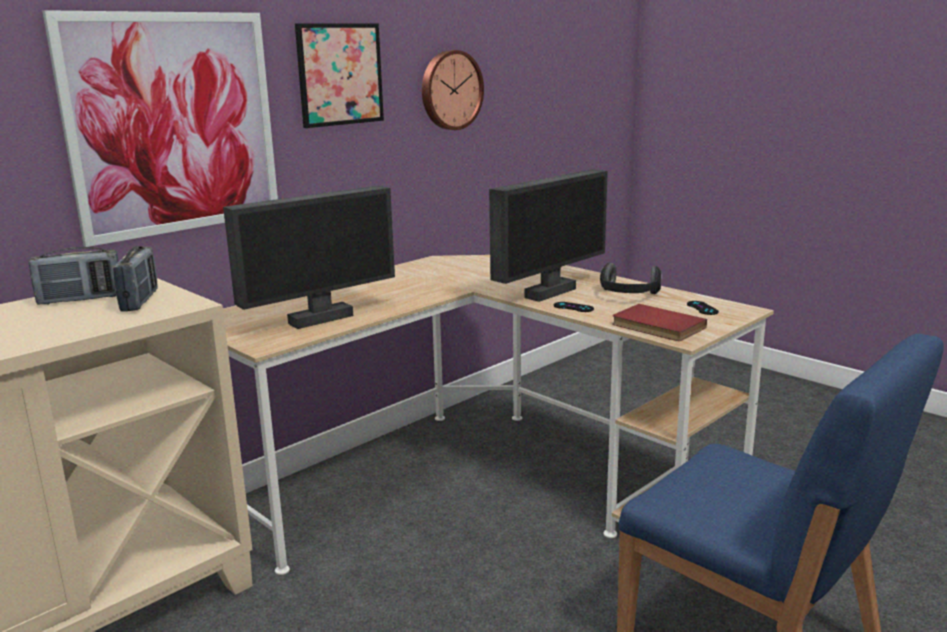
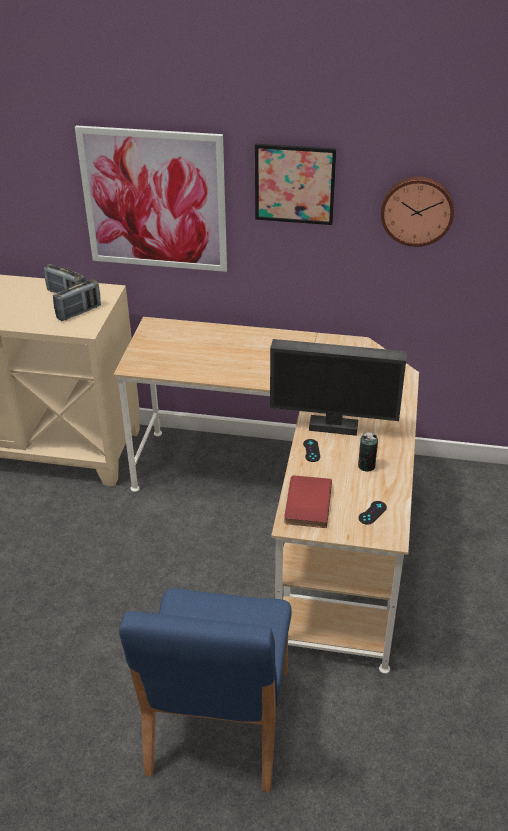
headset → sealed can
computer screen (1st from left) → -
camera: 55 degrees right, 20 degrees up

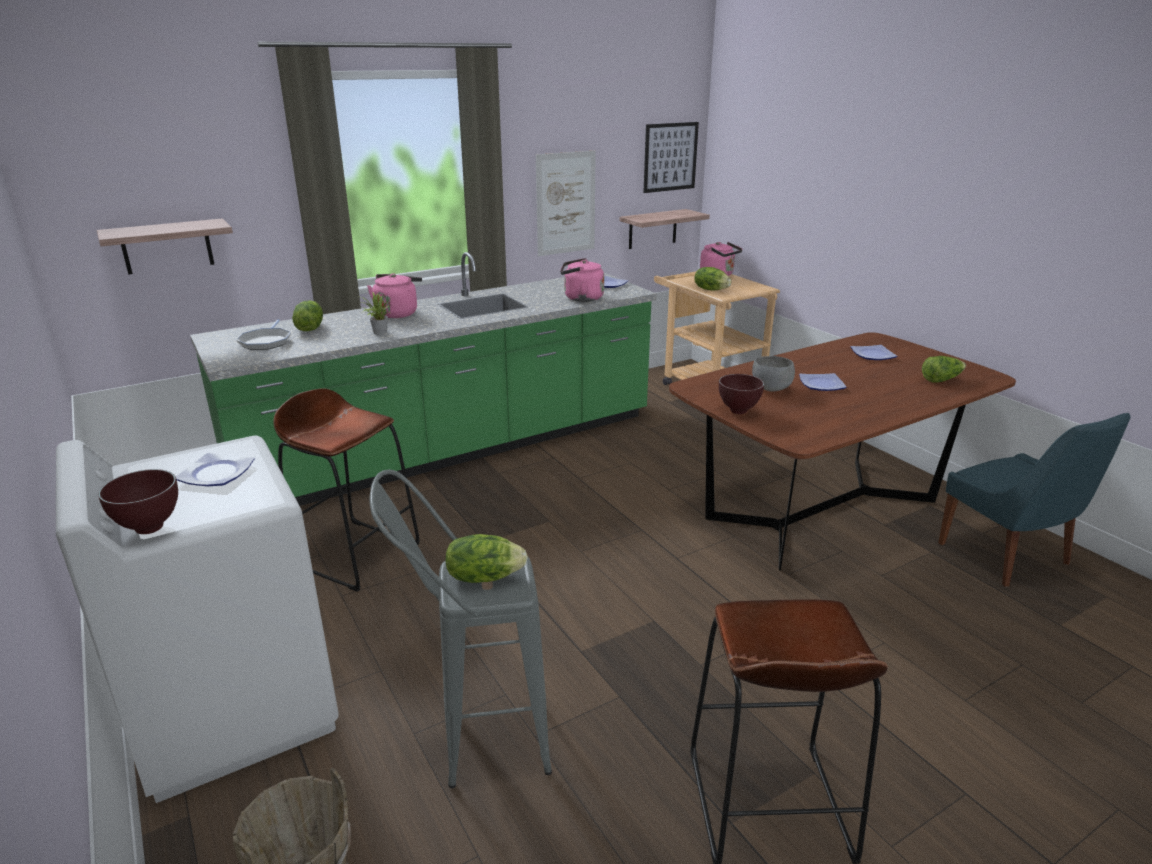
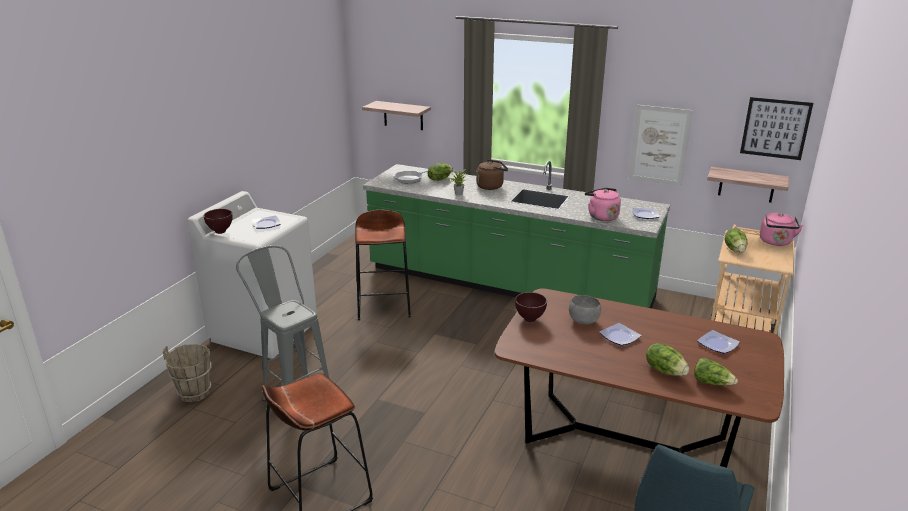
pink-coloured tea kettle (1st from left) → brown tea kettle
lettuce (2nd from left), moved
camera: 55 degrees right, 0 degrees up

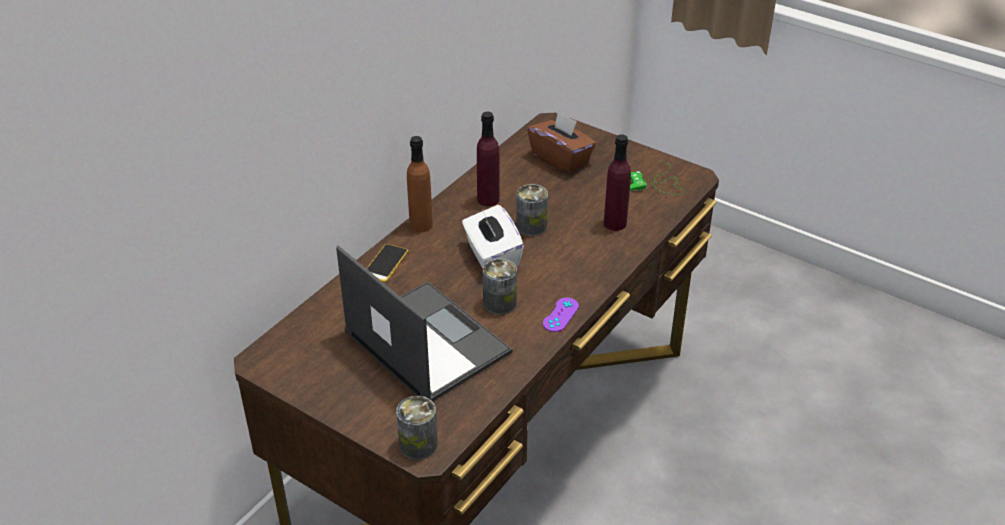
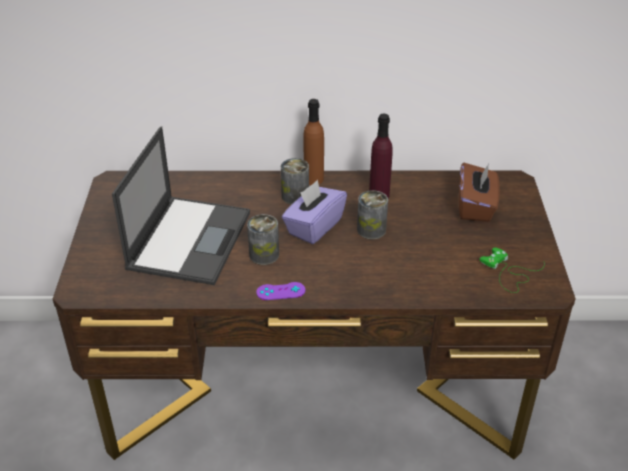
sealed can (1st from left in the first image) → sealed can (2nd from left), moved
white tissue holder → purplish tissue holder
handset → -
purplish beverage bottle (2nd from left) → -
camera: 55 degrees right, 0 degrees up

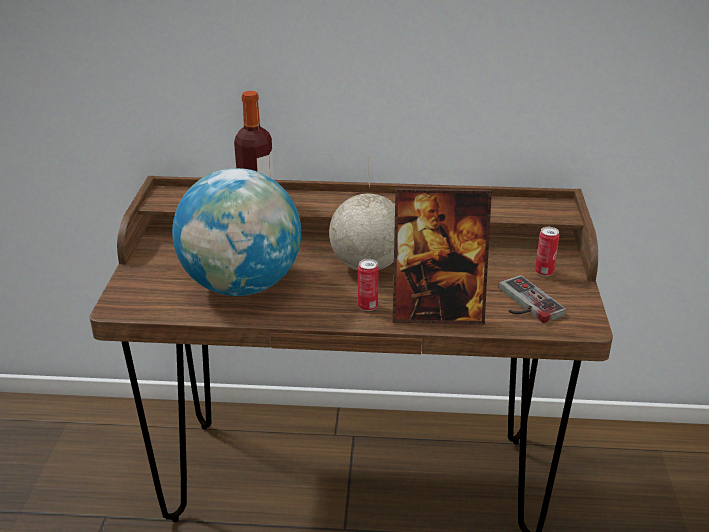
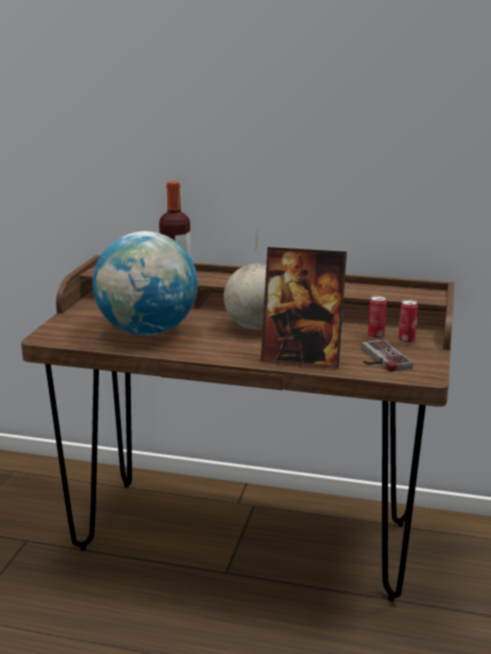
sealed can (1st from left), moved
camera: 10 degrees right, 10 degrees down

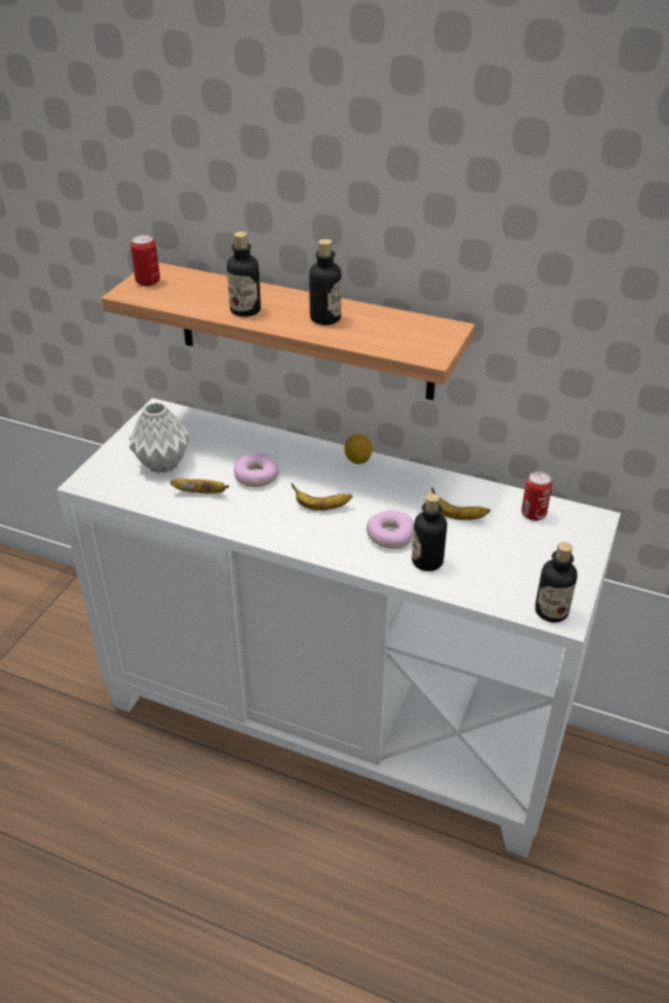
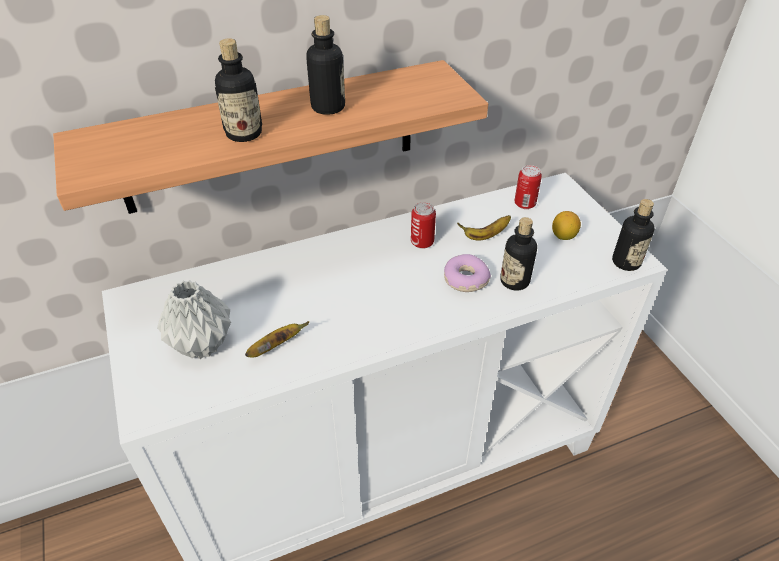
sealed can (1st from left), moved
citrus fruit, moved
donut (1st from left) → -
banana fruit (2nd from left) → -
camera: 45 degrees left, 5 degrees up

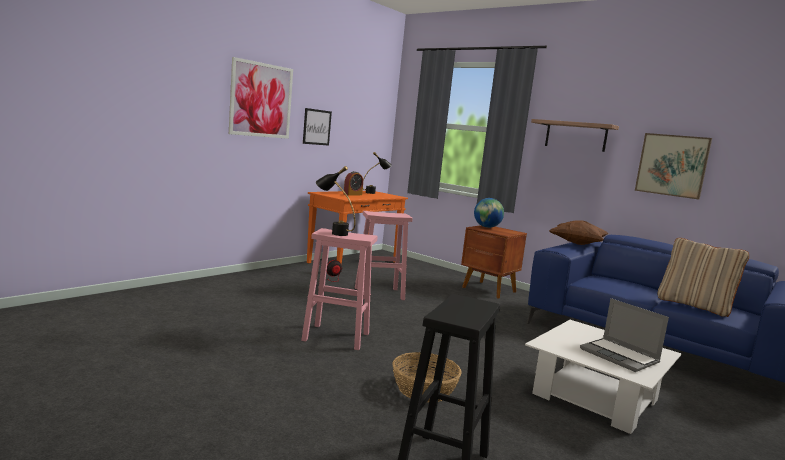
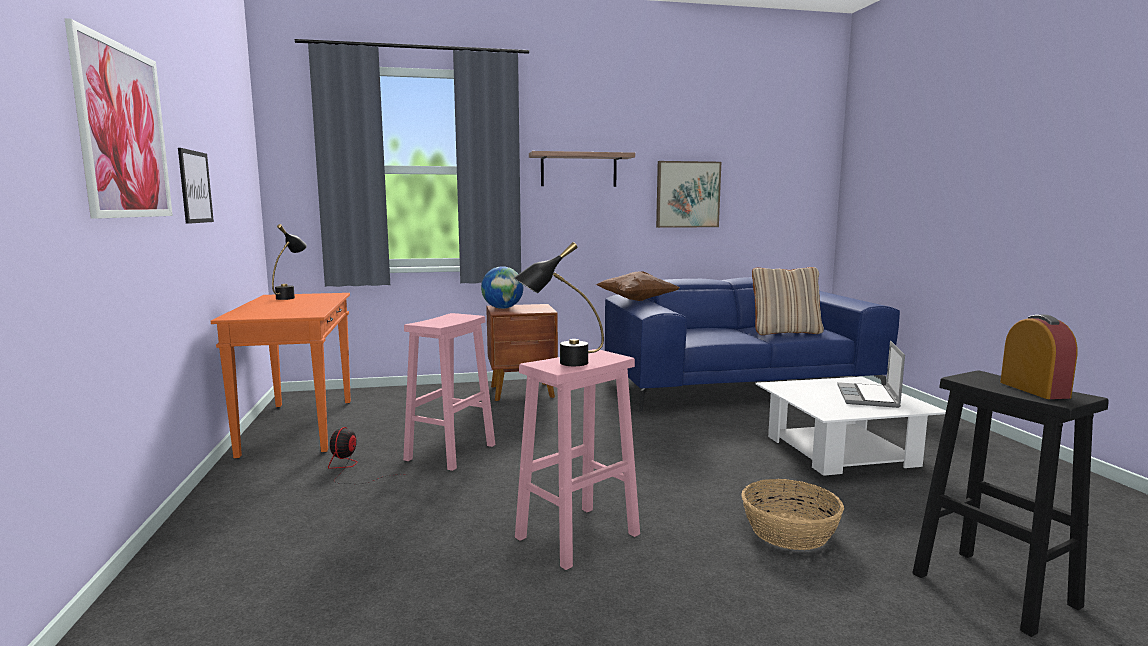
notebook computer, 105 degrees clockwise
alarm clock, moved
camera: 50 degrees left, 0 degrees up

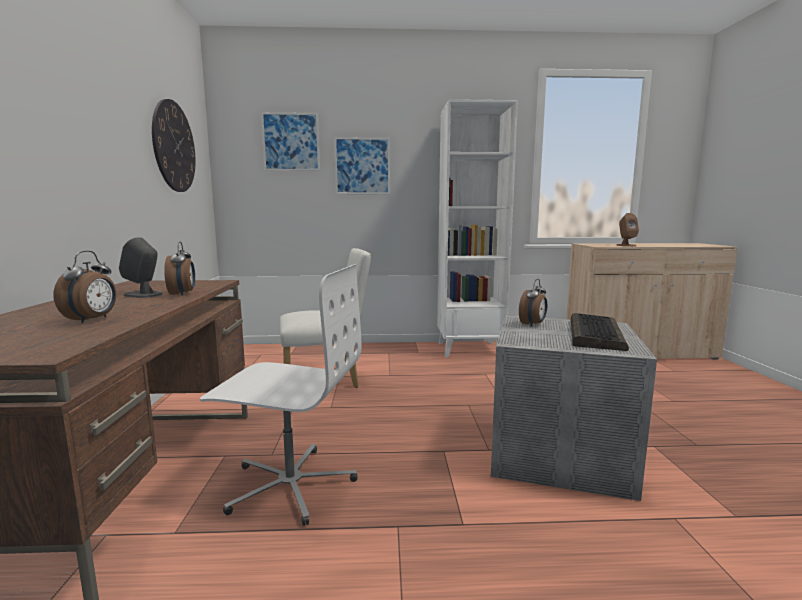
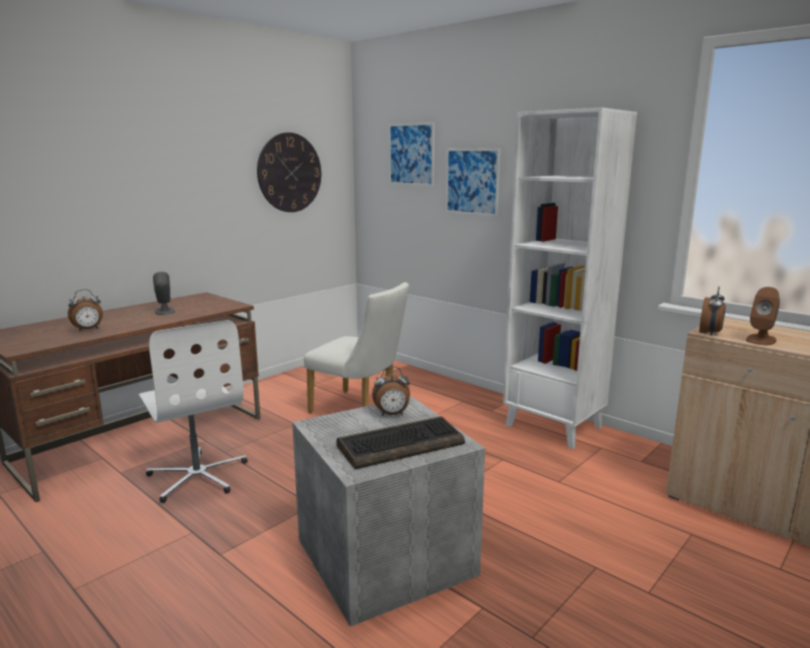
alarm clock (2nd from left in the first image) → alarm clock (3rd from left), moved
camera: 45 degrees right, 5 degrees up

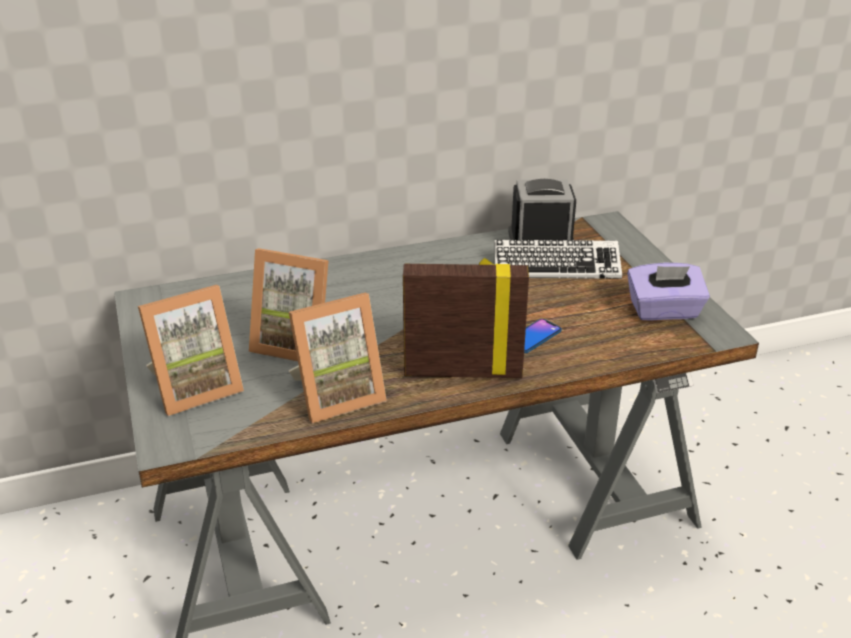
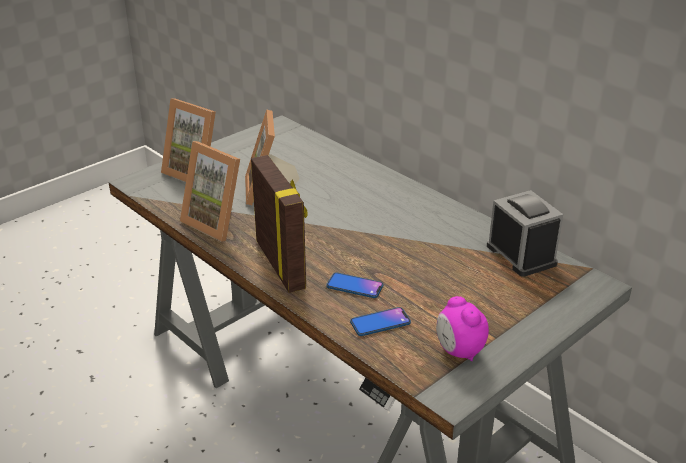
- → handset (2nd from left)
purplish tissue holder → alarm clock (1st from left)
keyboard → -
camera: 65 degrees right, 0 degrees up

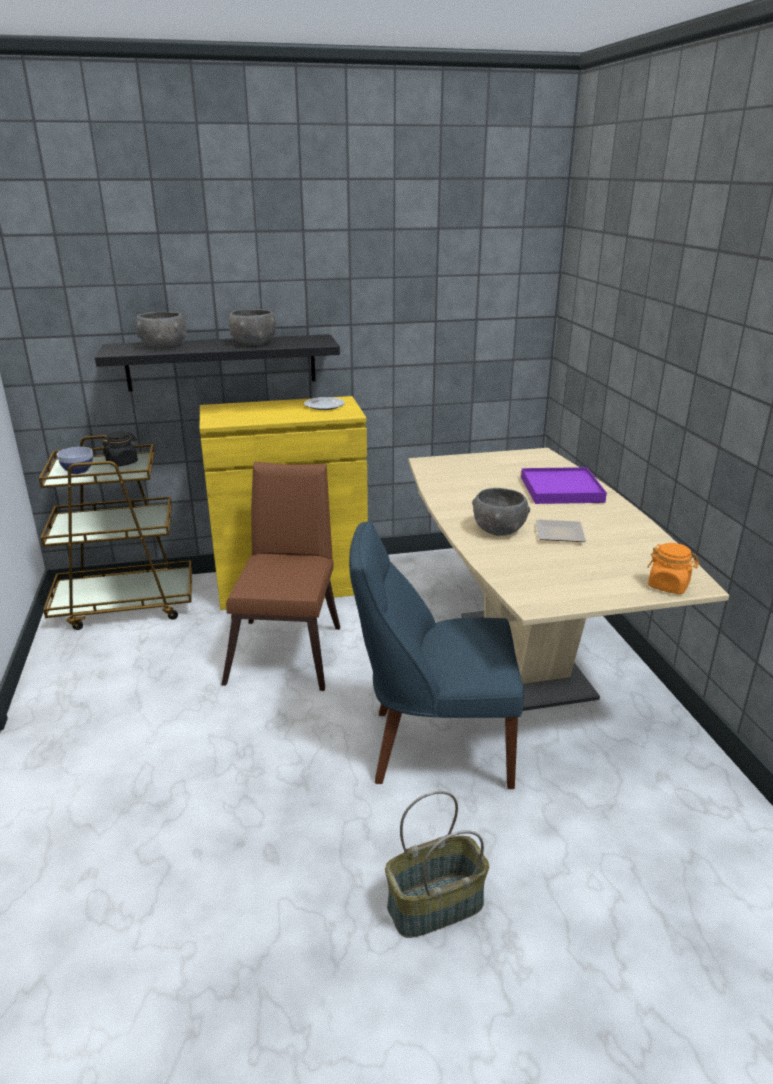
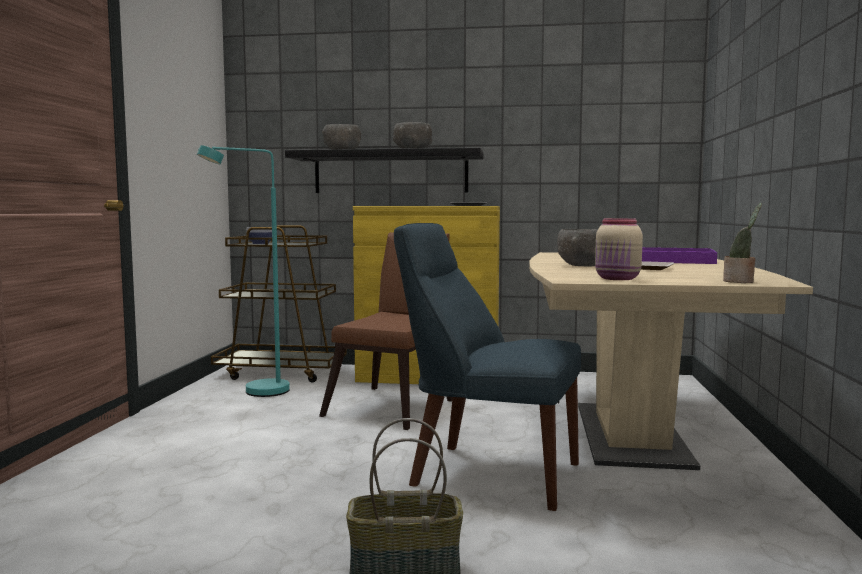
- → blue-green standard lamp
- → beige-coloured storage jar
orange-coloured storage jar → potted plant
blackish storage jar → -
camera: 20 degrees right, 20 degrees down

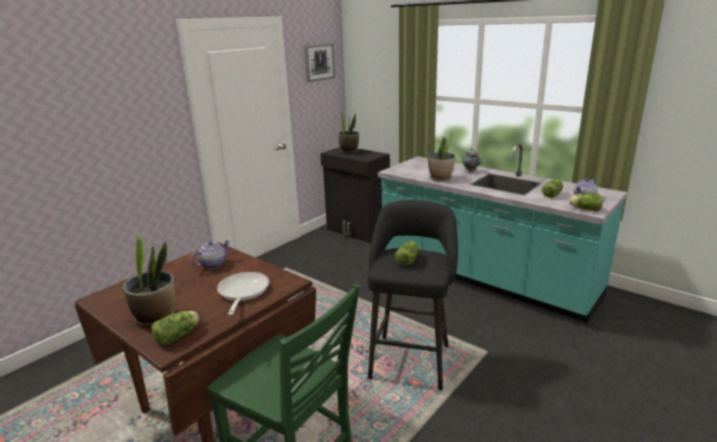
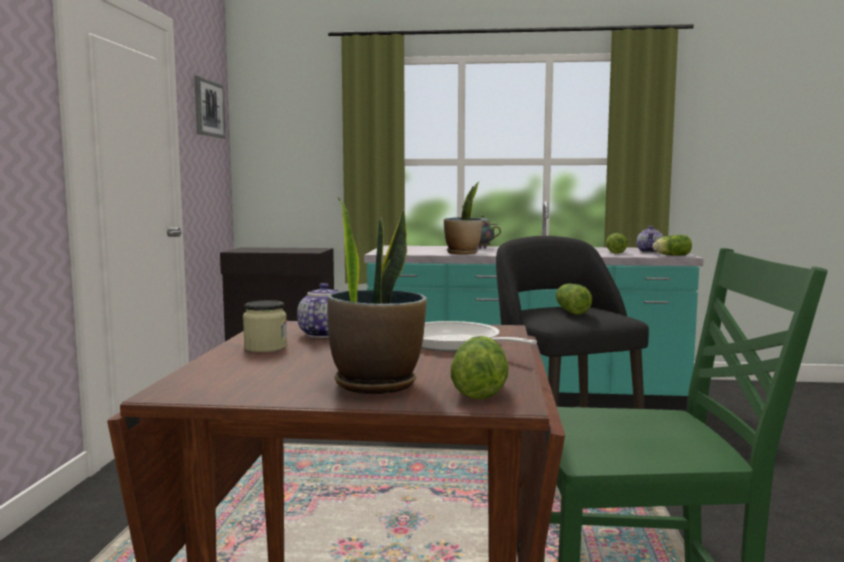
- → storage jar
potted plant (2nd from left) → -
camera: 35 degrees left, 15 degrees down

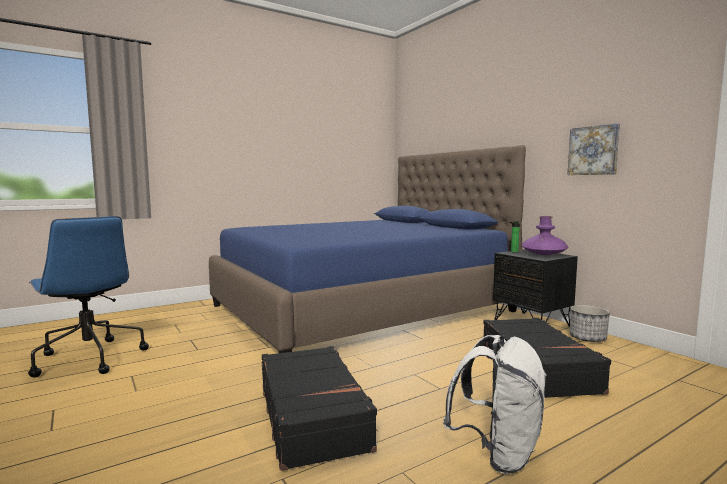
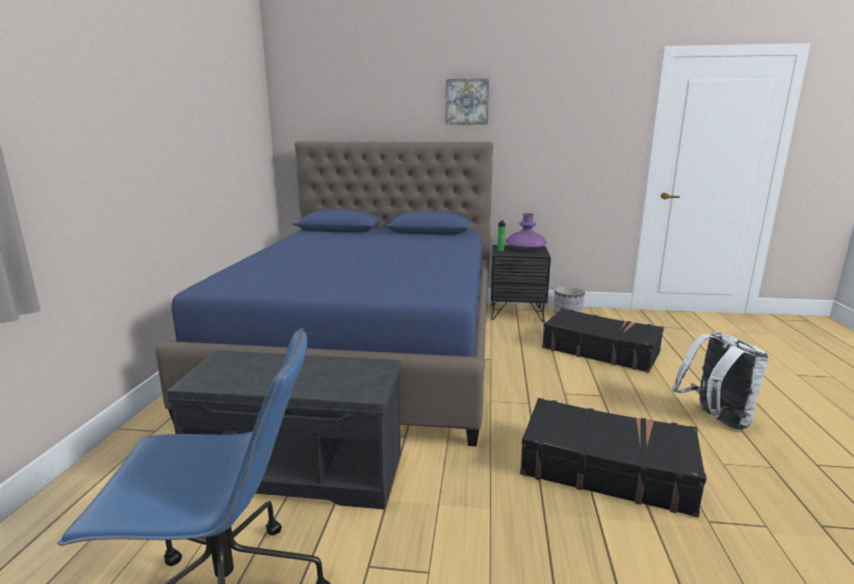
- → gray long seat
wall picture, moved
camera: 50 degrees left, 10 degrees up

